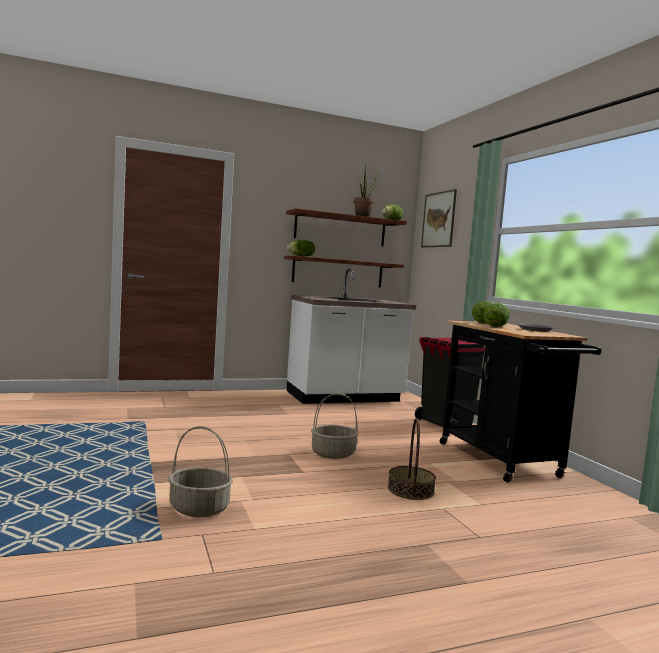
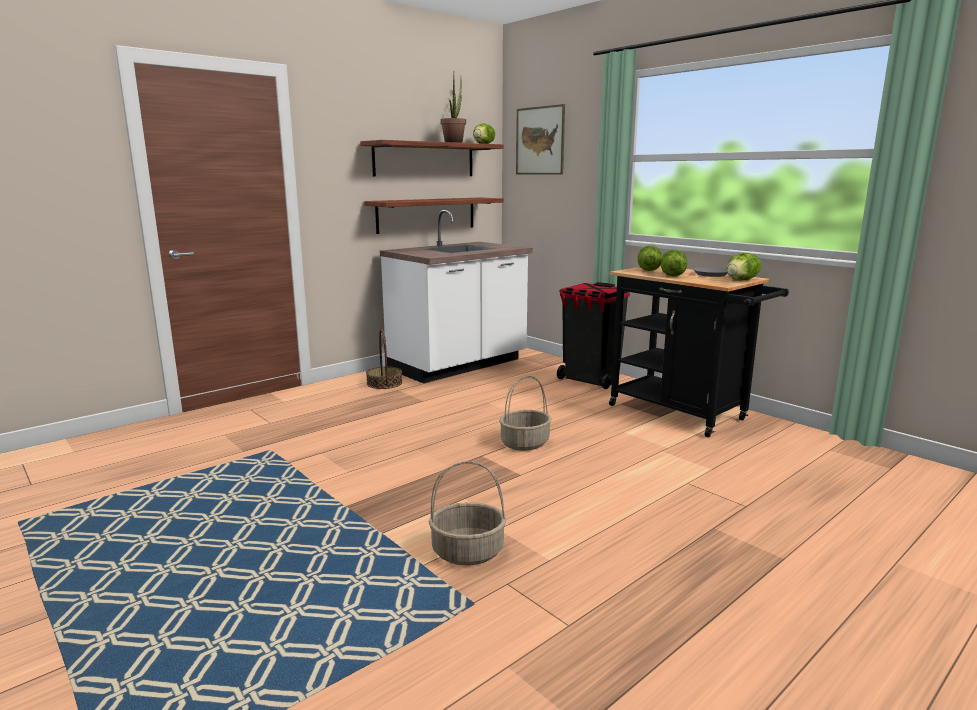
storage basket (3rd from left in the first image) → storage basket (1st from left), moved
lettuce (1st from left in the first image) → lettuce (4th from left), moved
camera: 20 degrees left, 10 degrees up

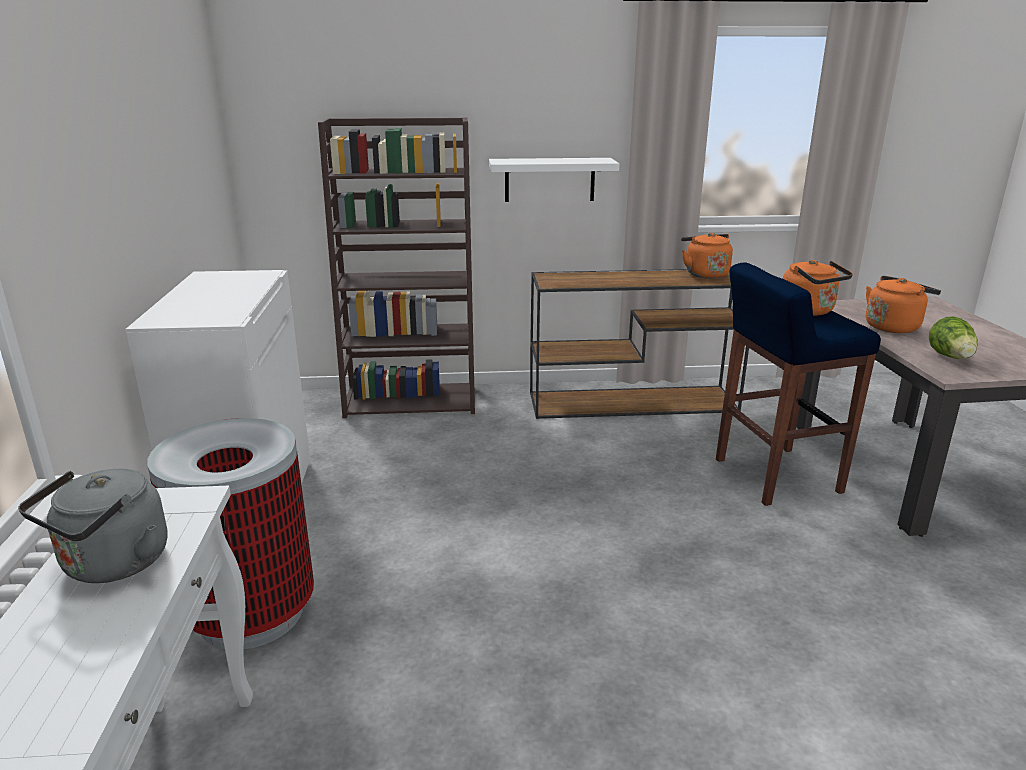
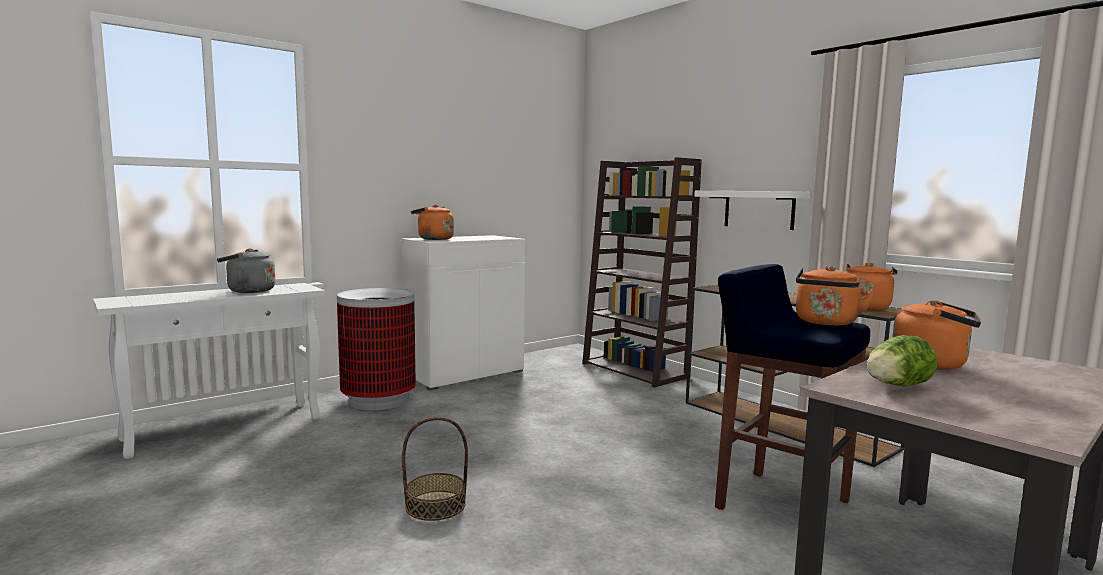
- → storage basket
- → orange-coloured tea kettle (1st from left)
camera: 55 degrees right, 15 degrees down

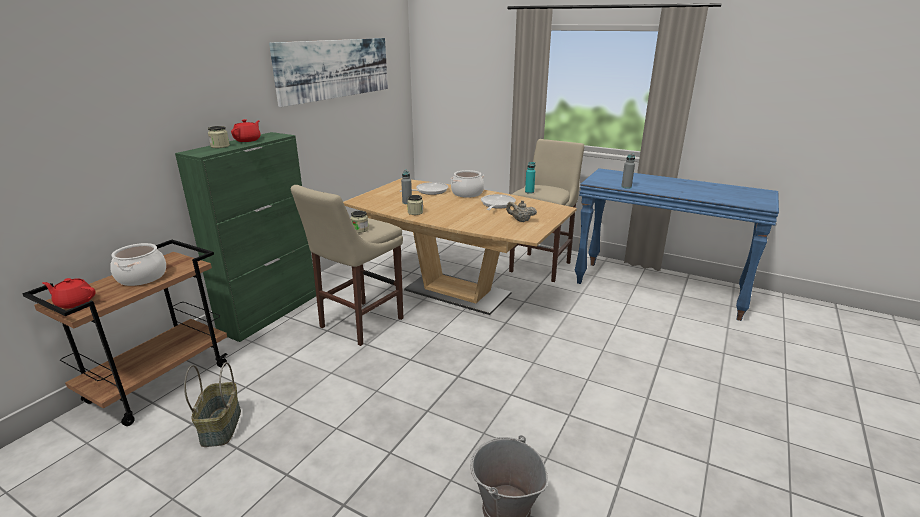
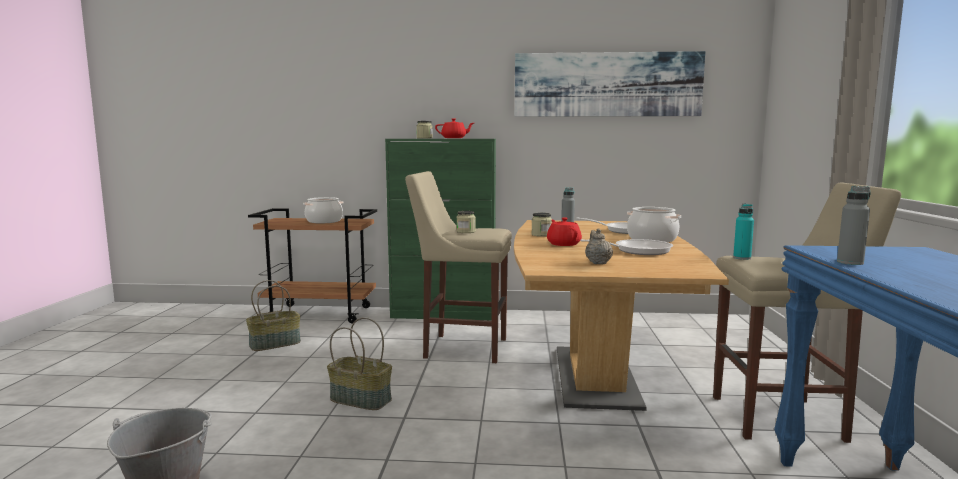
- → storage basket (2nd from left)
reddish teapot (1st from left in the first image) → reddish teapot (2nd from left), moved
camera: 65 degrees right, 15 degrees down

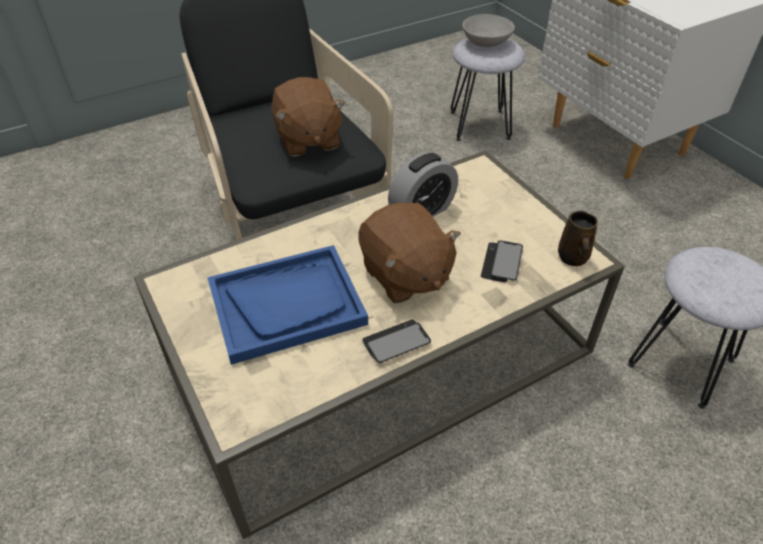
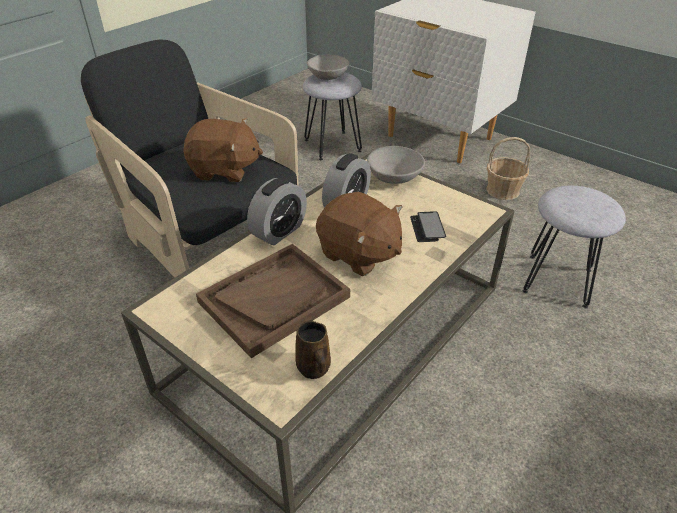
brown plush toy (1st from left), 45 degrees counterclockwise
blue-coloured serving tray → brown serving tray
- → alarm clock (1st from left)
brown tea mug, moved
- → gray deep dish (2nd from left)
- → storage basket
handset (1st from left) → -
camera: 20 degrees left, 5 degrees down

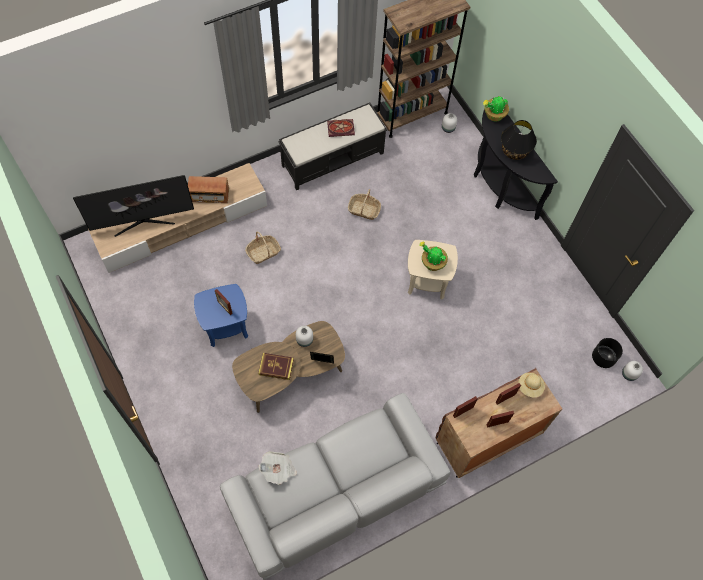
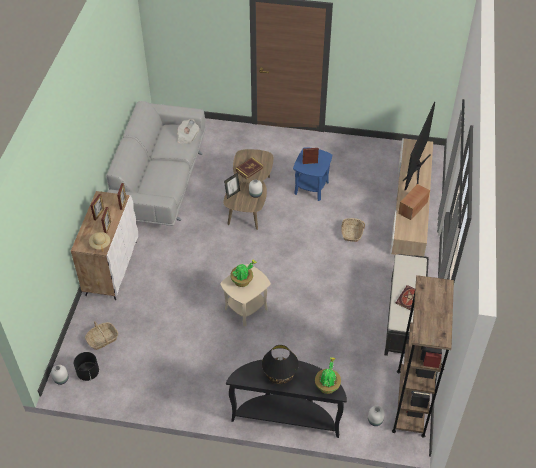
brown cabinet → white cabinet
storage basket (2nd from left in the first image) → storage basket (1st from left), moved
camera: 130 degrees right, 15 degrees down

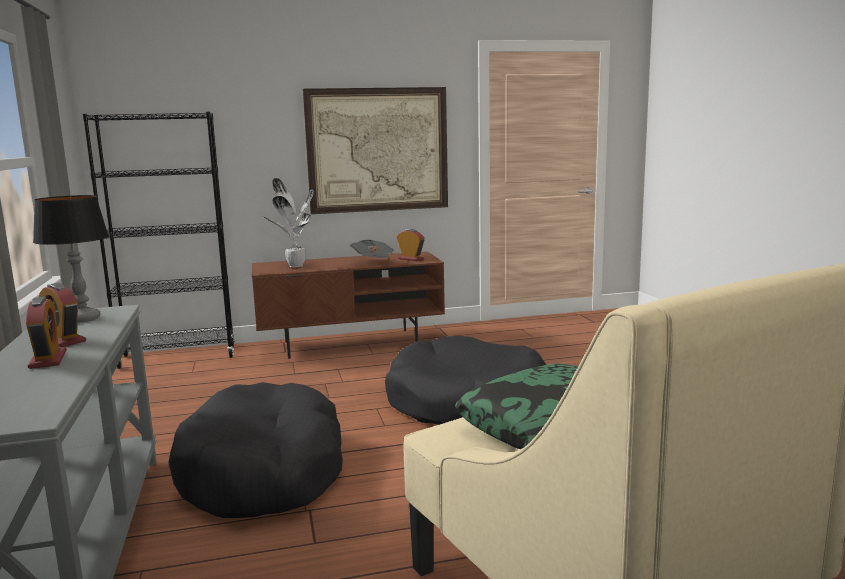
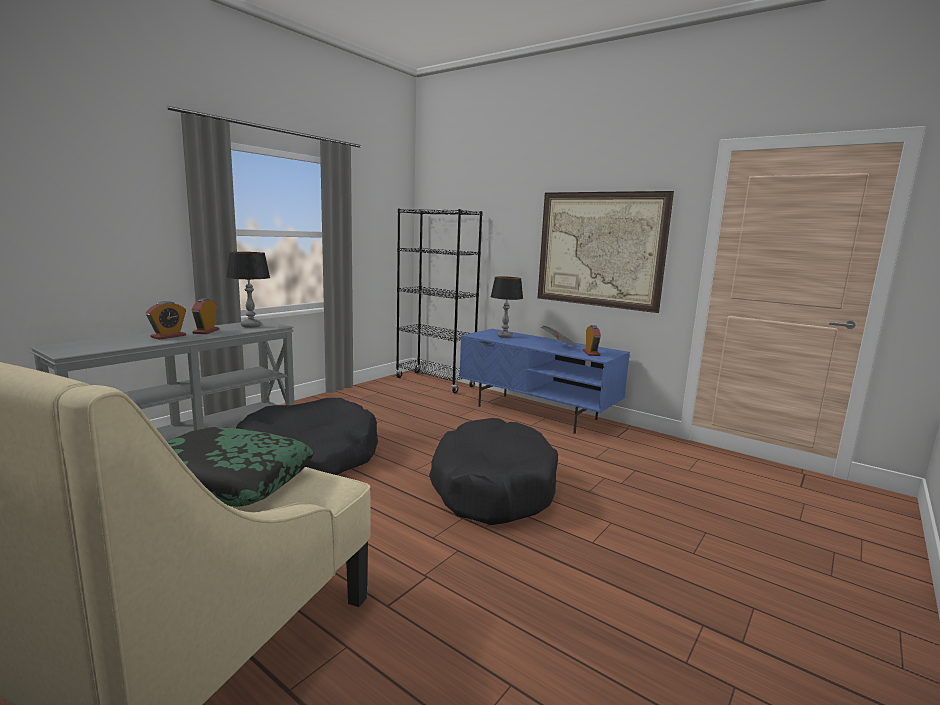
brown tv unit → blue-coloured tv unit
potted plant → table lamp (2nd from left)
camera: 50 degrees right, 0 degrees up

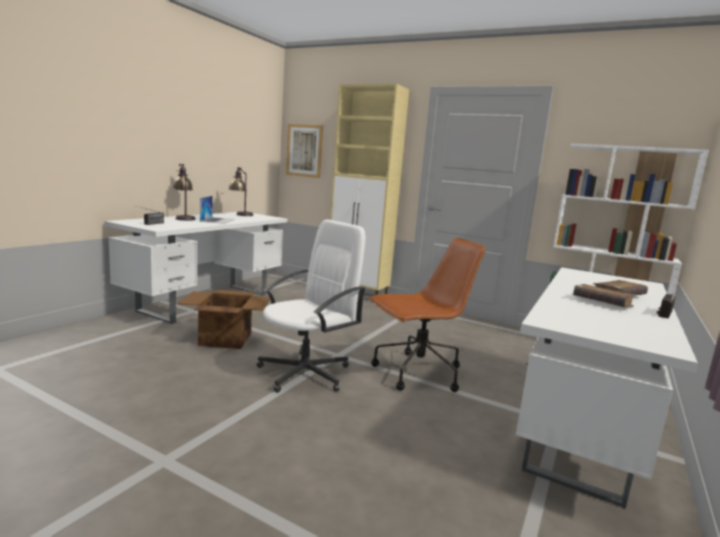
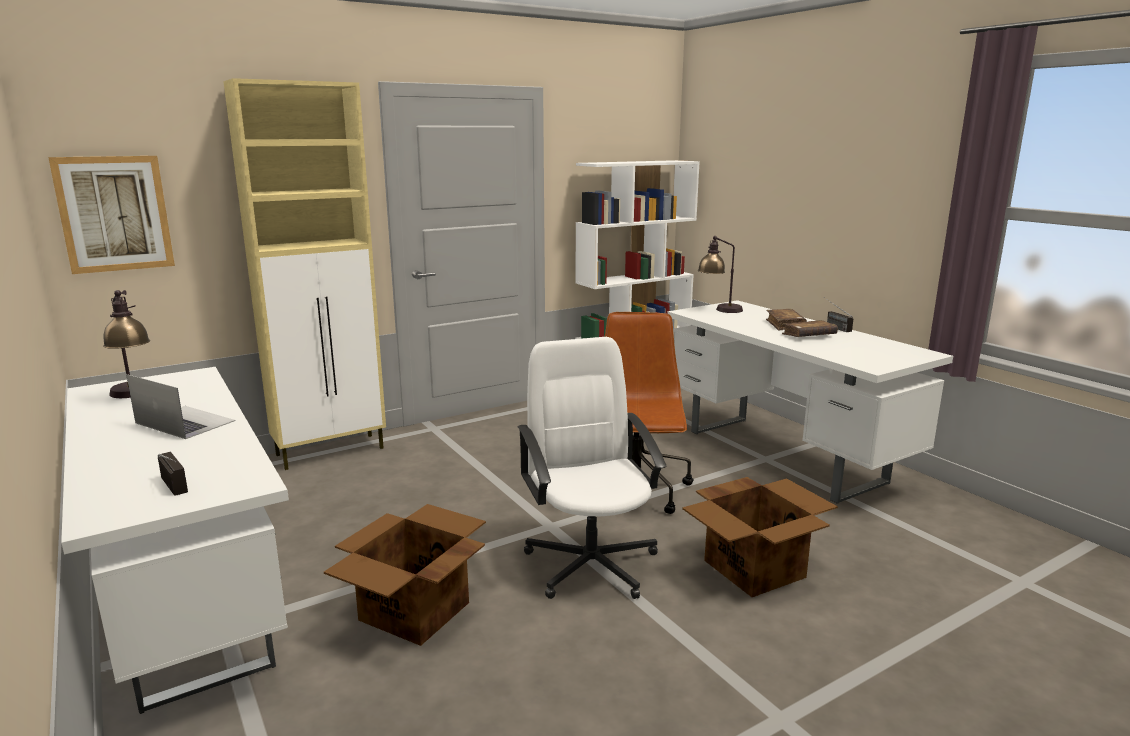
- → cardboard box (2nd from left)
table lamp (1st from left in the first image) → table lamp (2nd from left), moved
camera: 60 degrees left, 5 degrees up

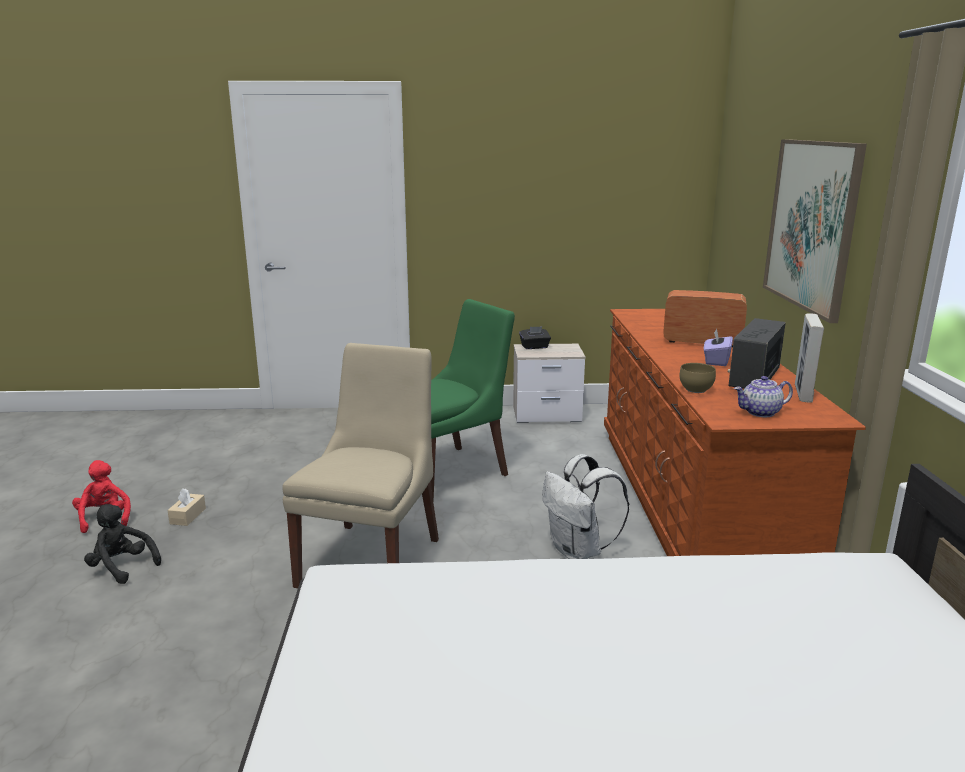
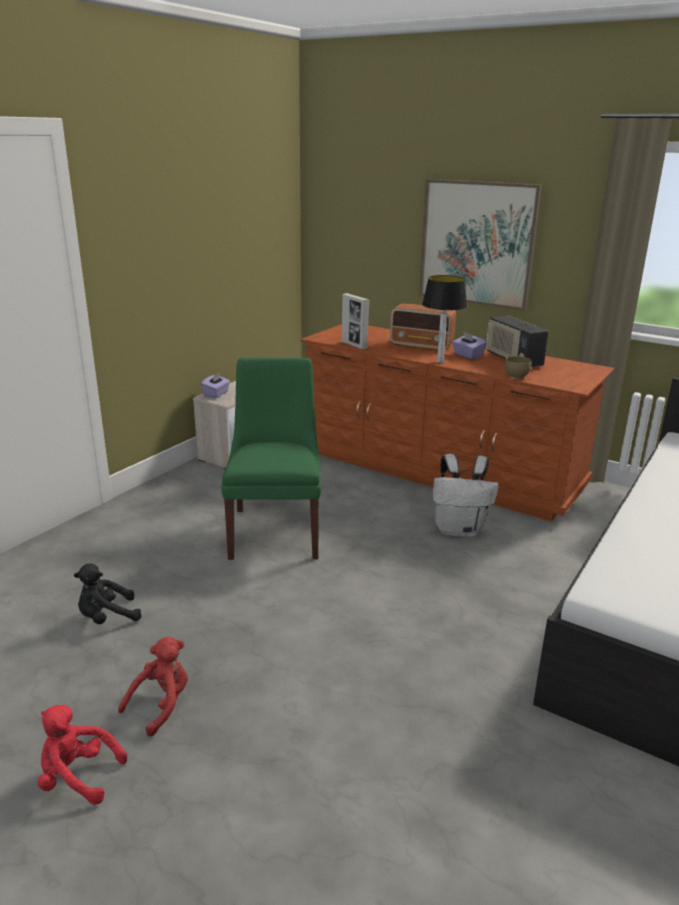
blackish plush toy, moved
beige-coloured tissue holder → reddish plush toy (2nd from left)
blackish tissue holder → purplish tissue holder (1st from left)
standing frame, moved
radio (1st from left), 120 degrees counterclockwise
- → table lamp
beige-coloured chair → -
teapot → -
camera: 55 degrees left, 5 degrees up

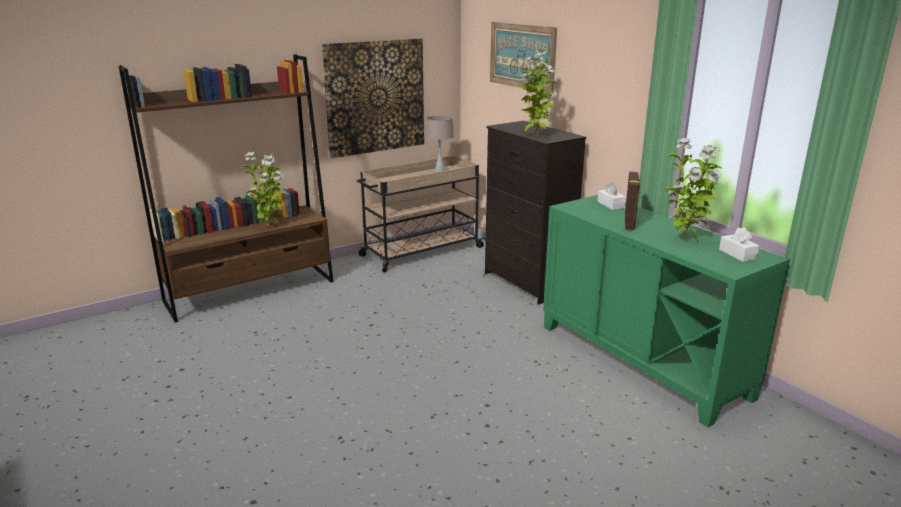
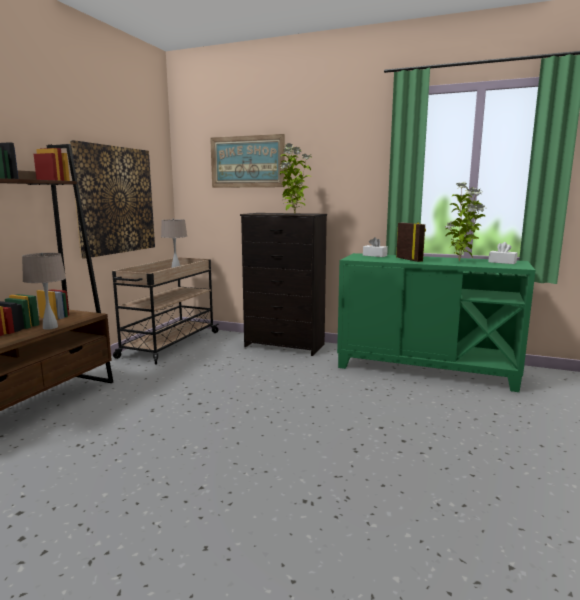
potted plant (1st from left) → beige-coloured table lamp (1st from left)
camera: 35 degrees left, 10 degrees down

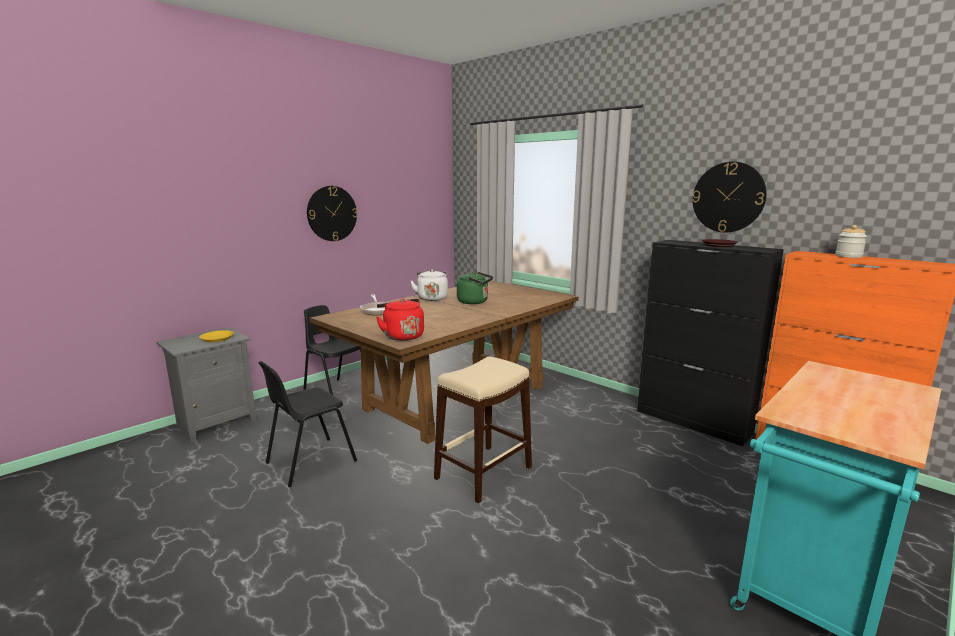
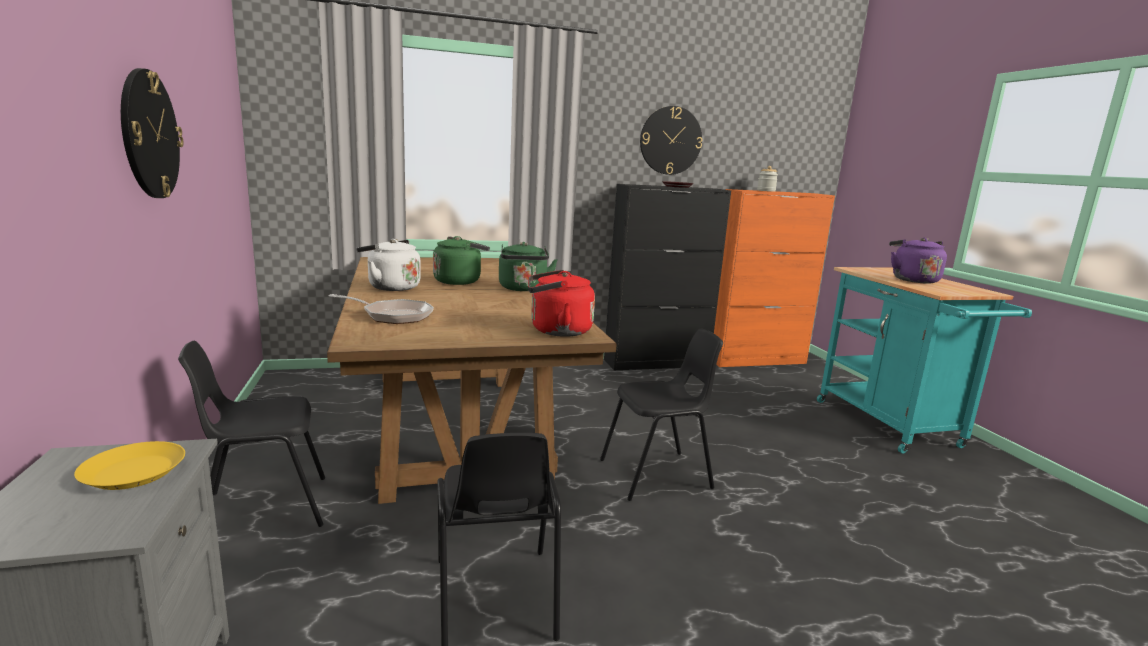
- → green-coloured tea kettle (2nd from left)
beige-coloured stool seat → blackish chair (3rd from left)
- → purplish tea kettle
camera: 60 degrees left, 0 degrees up

